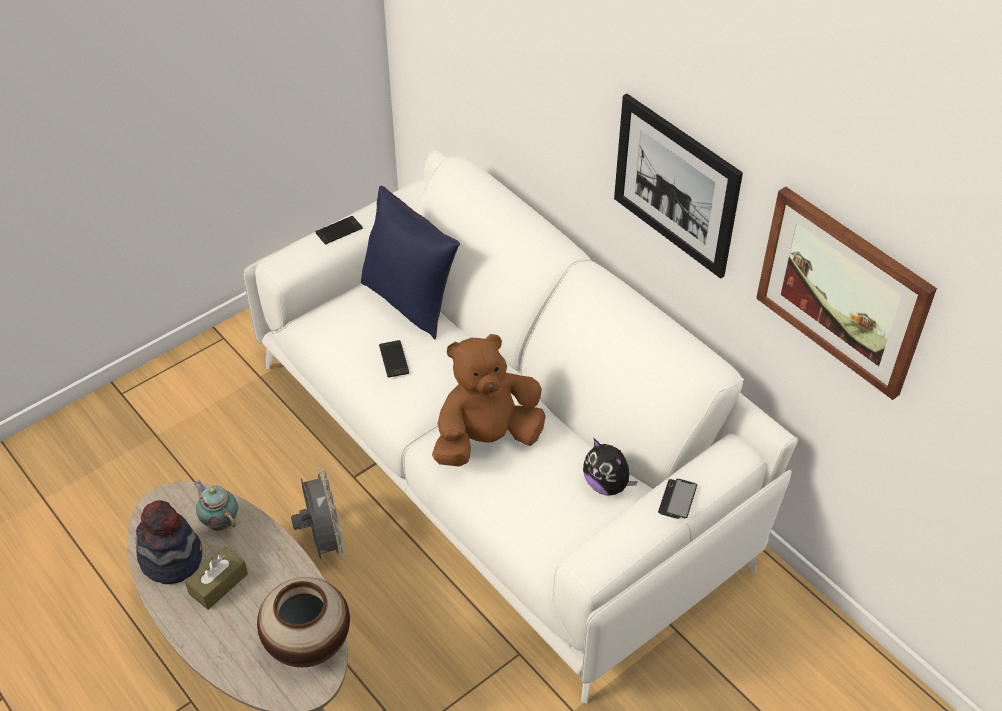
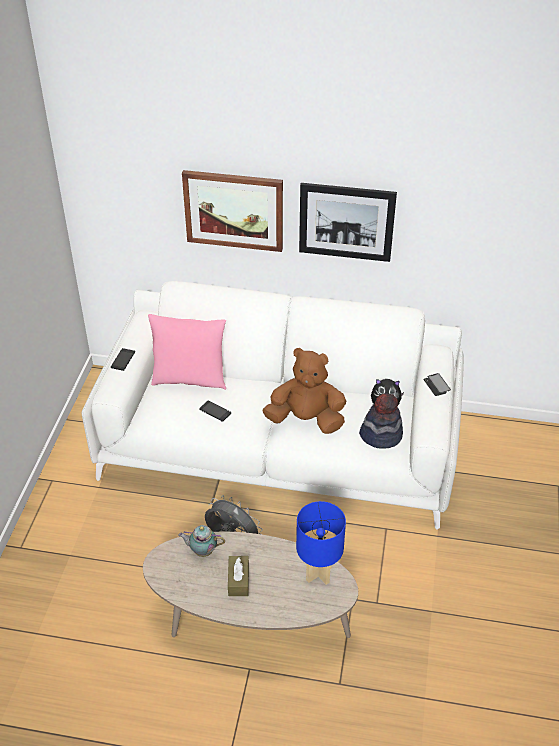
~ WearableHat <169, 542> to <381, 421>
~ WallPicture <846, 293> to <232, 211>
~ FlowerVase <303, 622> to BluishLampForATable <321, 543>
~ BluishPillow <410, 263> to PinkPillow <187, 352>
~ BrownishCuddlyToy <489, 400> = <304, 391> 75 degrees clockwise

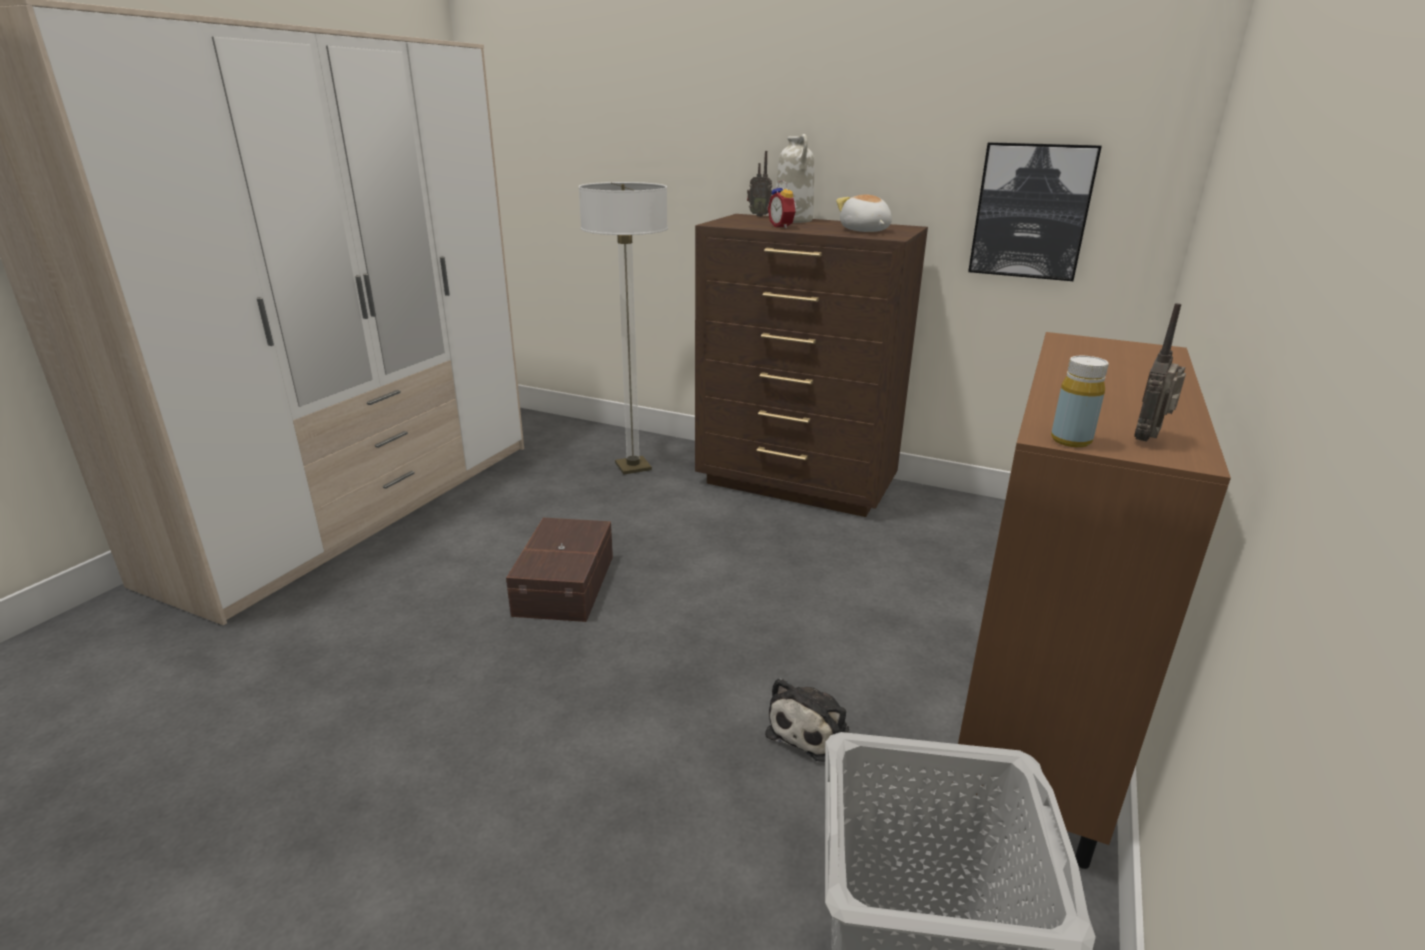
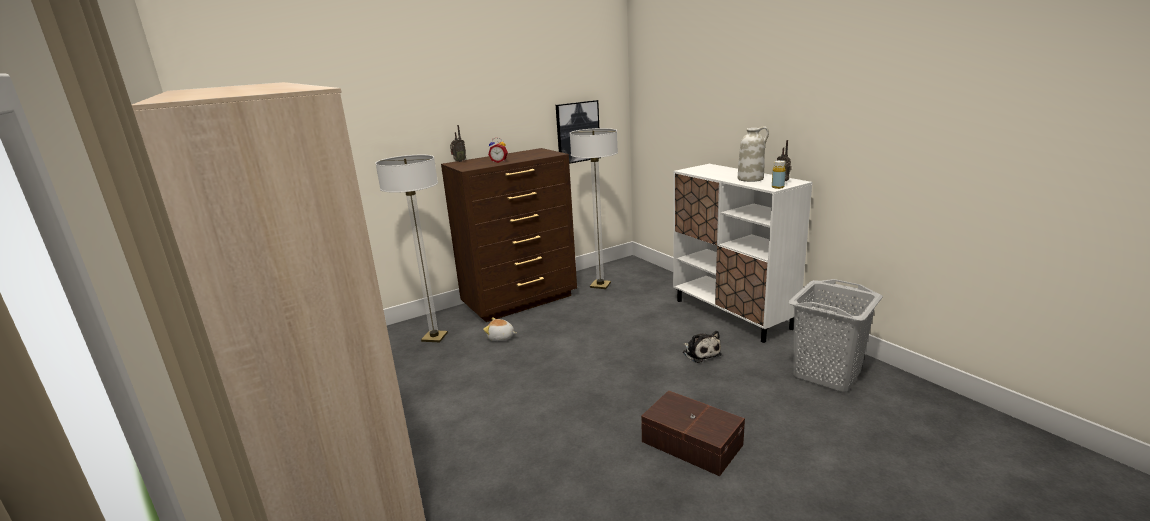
+ FloorLamp <594, 208>
~ BrownishStorageBox <559, 570> to <693, 433>
~ WhitishFlowerVase <795, 178> to <753, 154>
~ CuddlyToy <864, 213> to <500, 329>
~ BrownishCabinet <1092, 600> to WhitishCabinet <743, 253>

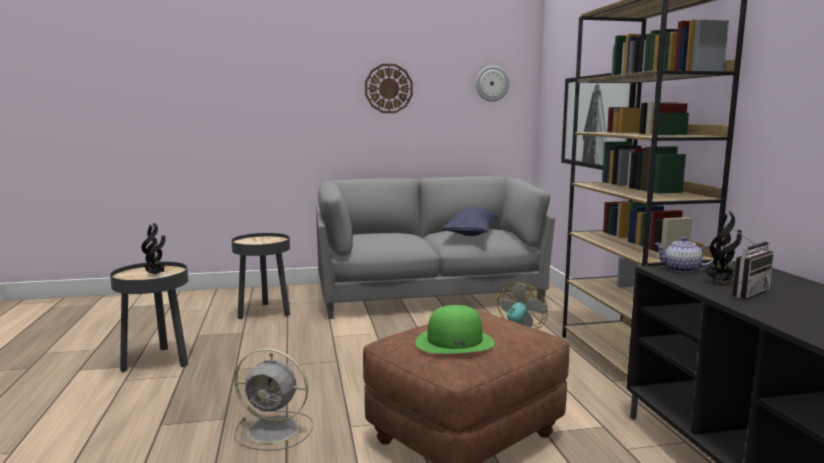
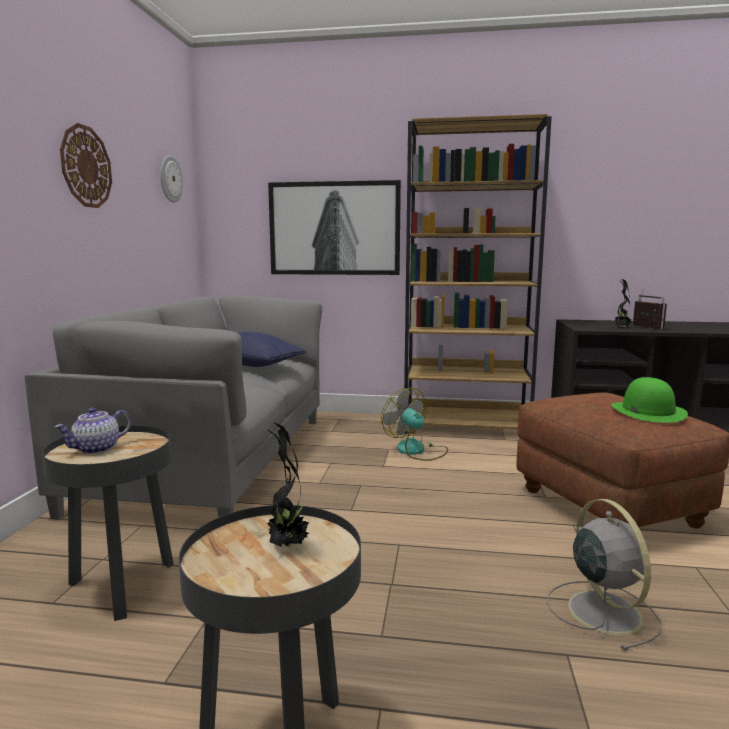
~ PotForTea <684, 255> to <92, 431>
~ GreyishCoolingFan <273, 399> = <604, 575> 45 degrees counterclockwise

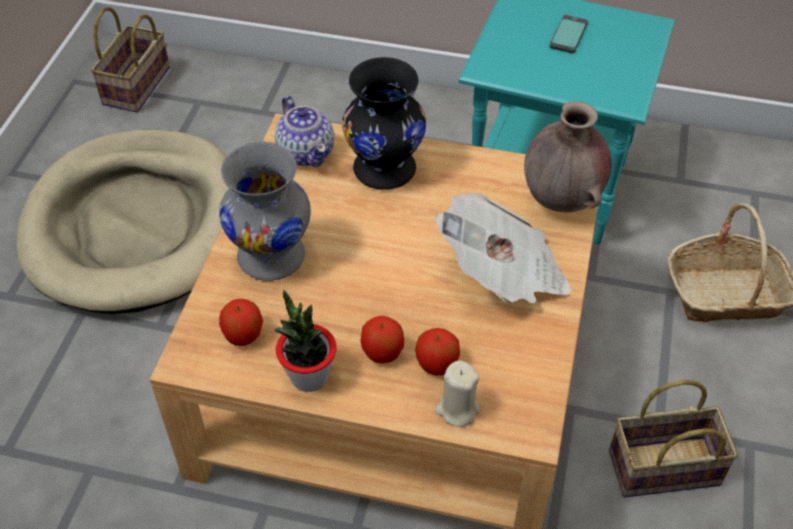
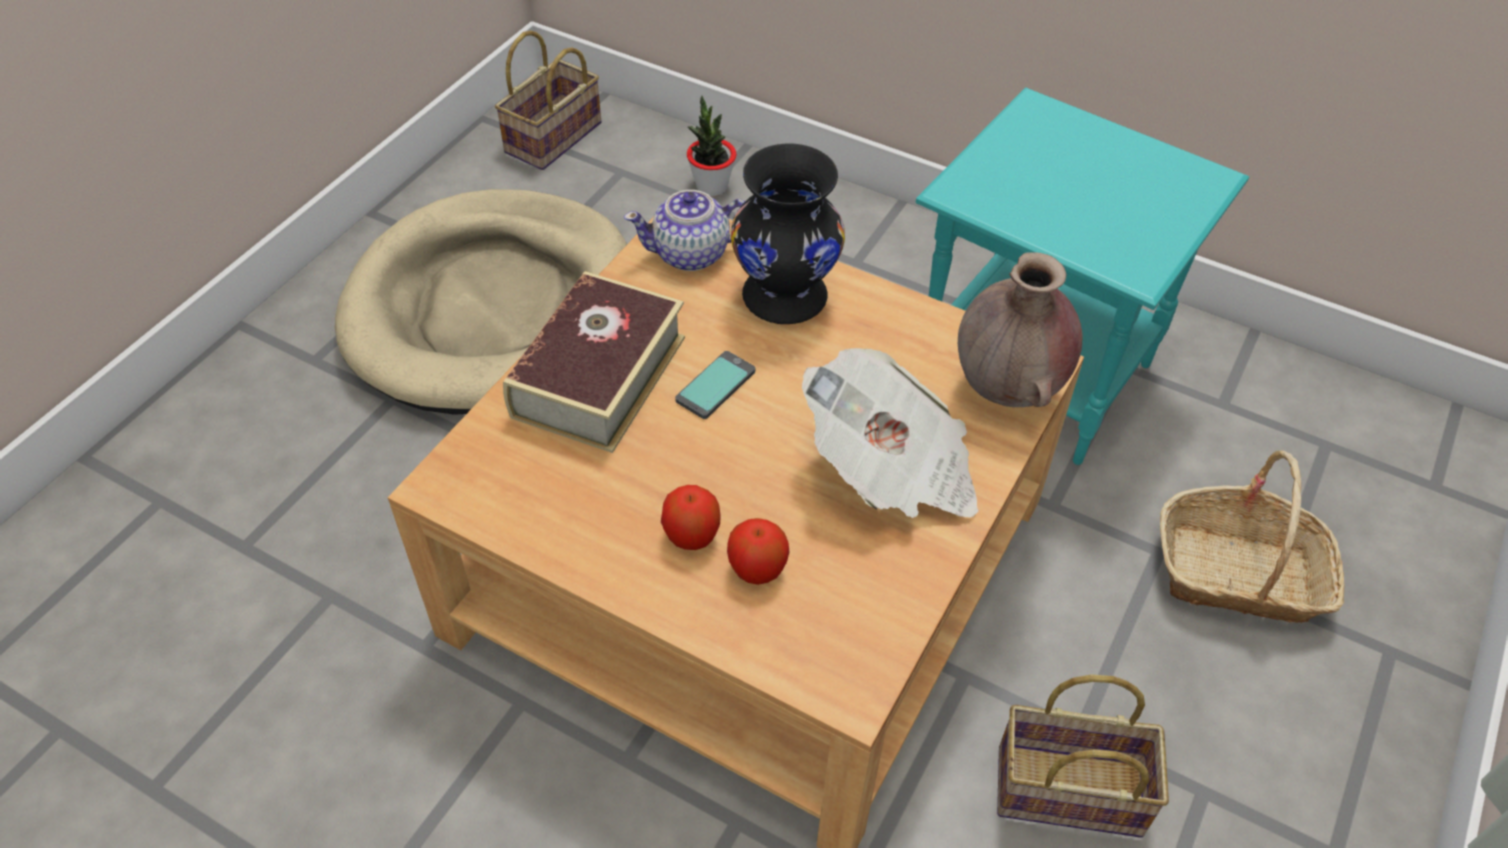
- AppleFruit <241, 322>
- BeigeWaxLight <457, 393>
~ PottedPlant <305, 341> to <711, 146>
~ Phone <569, 34> to <715, 385>
~ GreyishFlowerVase <265, 211> to BoundBook <594, 362>
~ PotForTea <304, 131> = <684, 230> 90 degrees clockwise

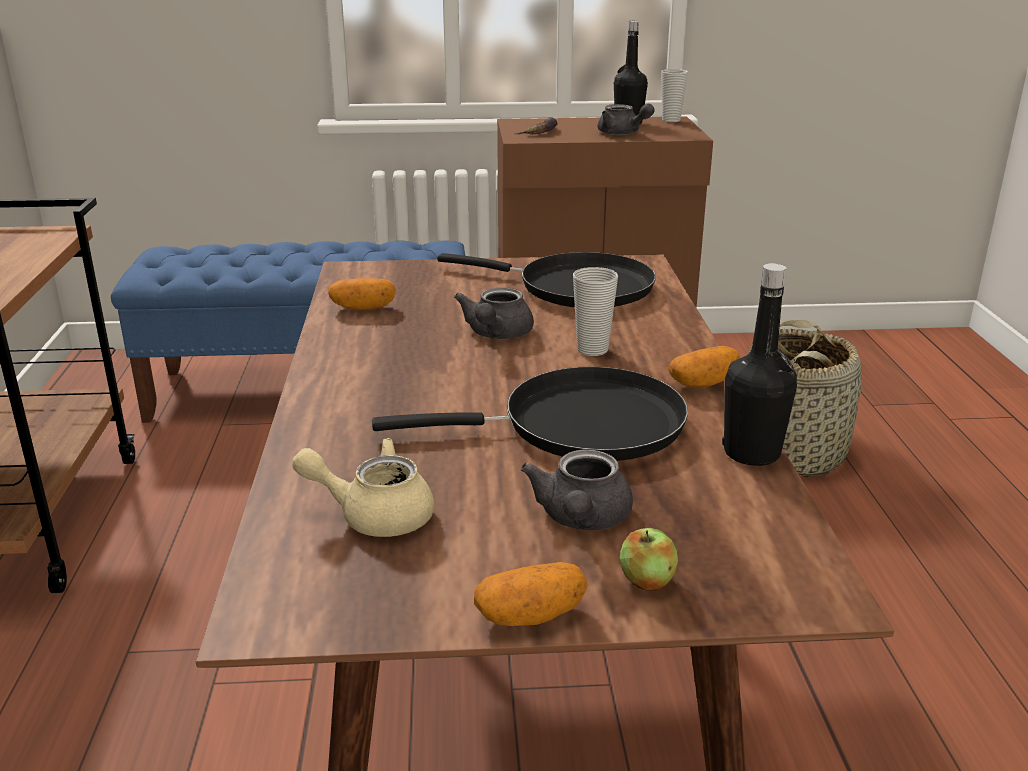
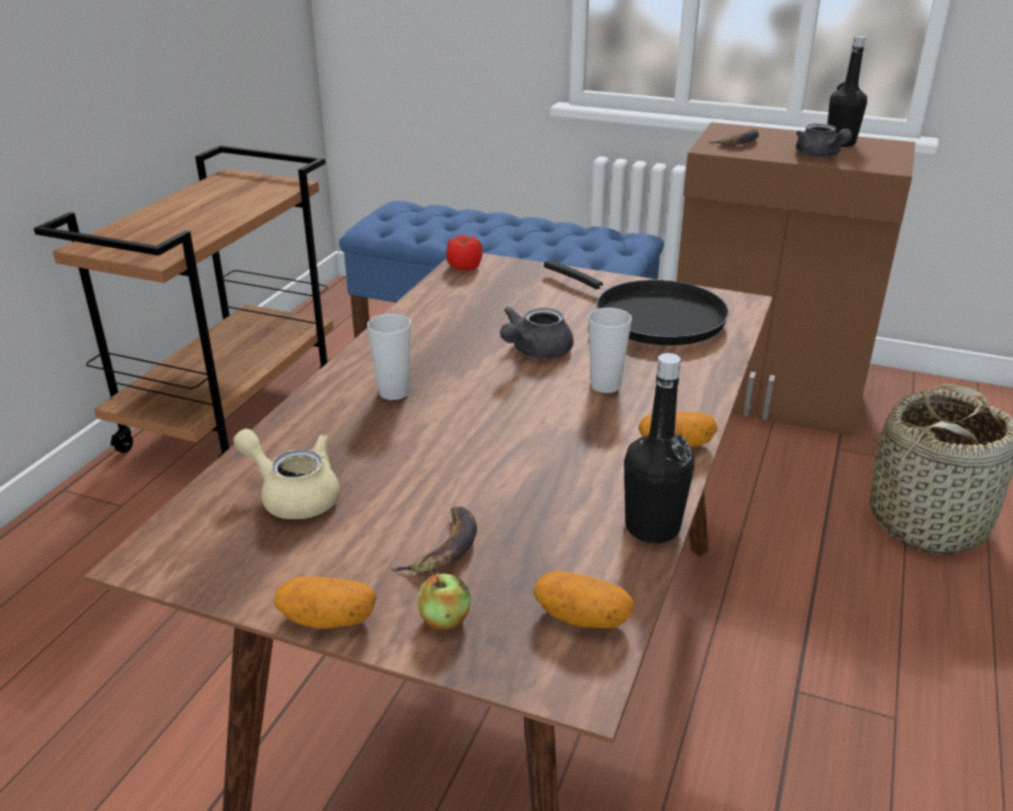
- BlackPan <530, 414>
+ FreshTomato <464, 252>
~ Spud <362, 294> to <584, 599>
~ DrinkingCup <674, 95> to <389, 356>
~ GreyishPotForTea <577, 490> to WholeBanana <434, 540>

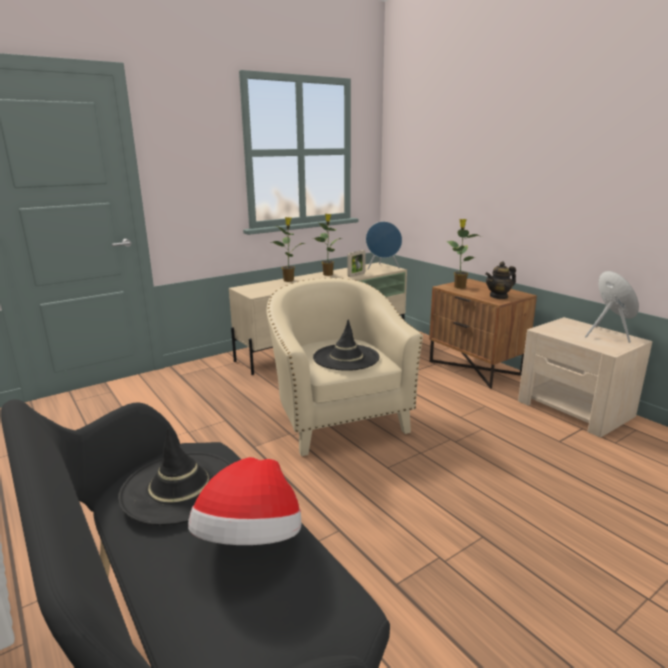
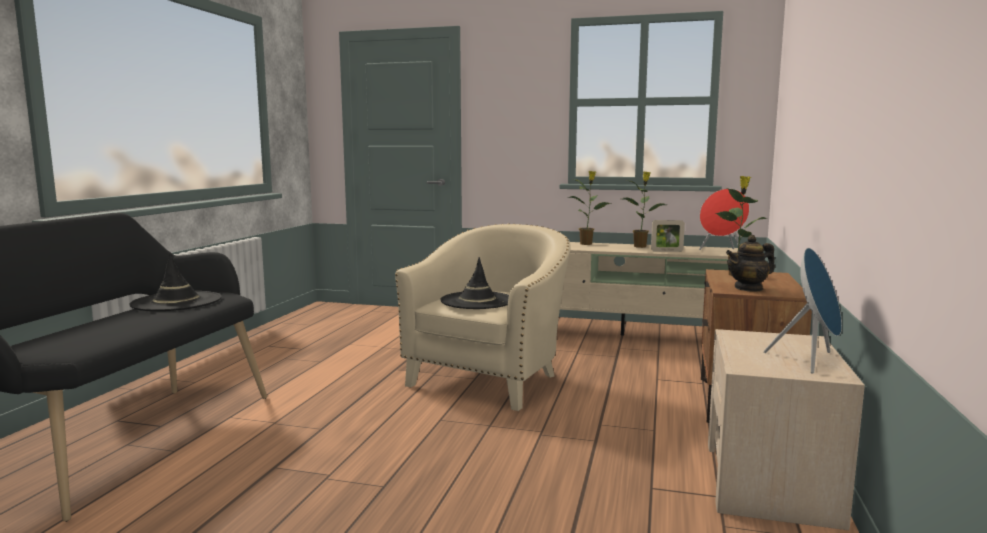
- WearableHat <244, 501>
~ BluishAudioSpeaker <384, 245> to RedAudioSpeaker <724, 219>
~ PotForTea <500, 280> = <750, 263> 45 degrees counterclockwise

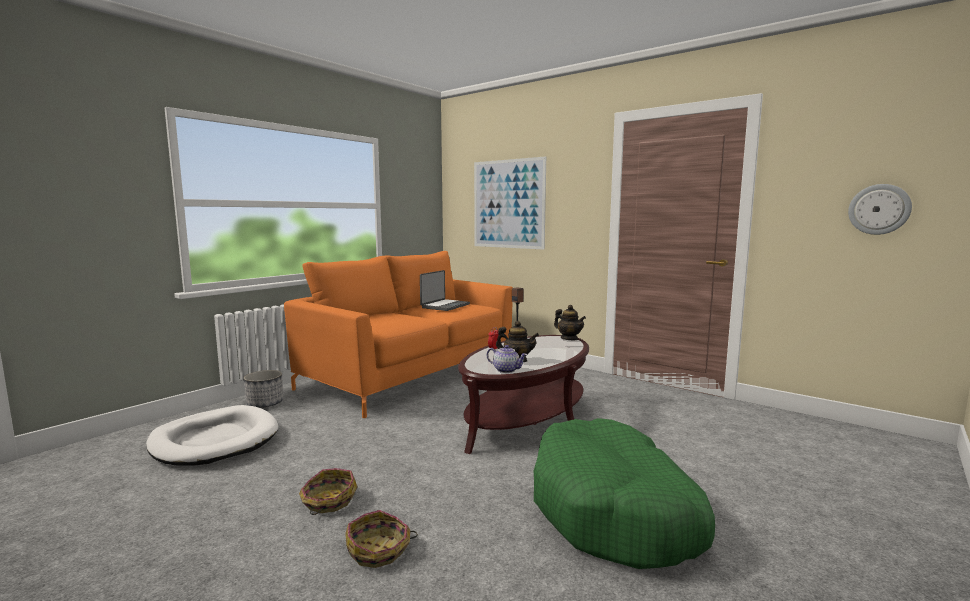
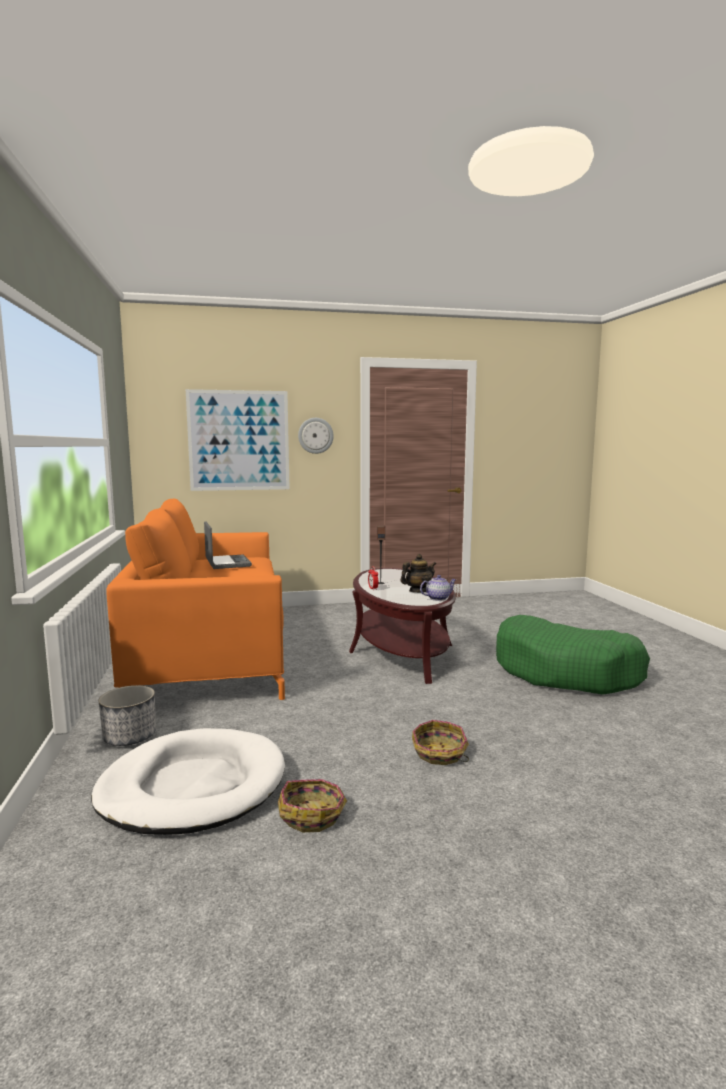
- PotForTea <570, 322>
~ HouseholdBasket <381, 539> to <312, 805>
~ HangingClock <880, 209> to <316, 436>

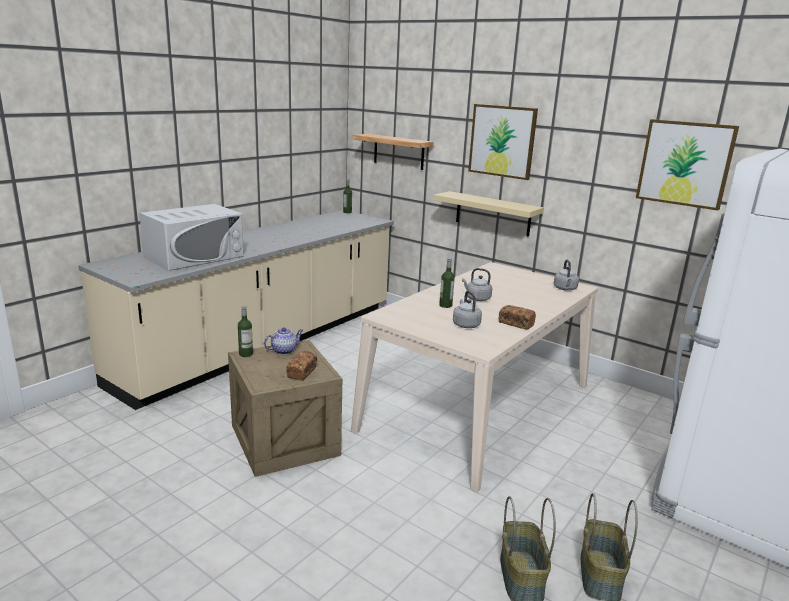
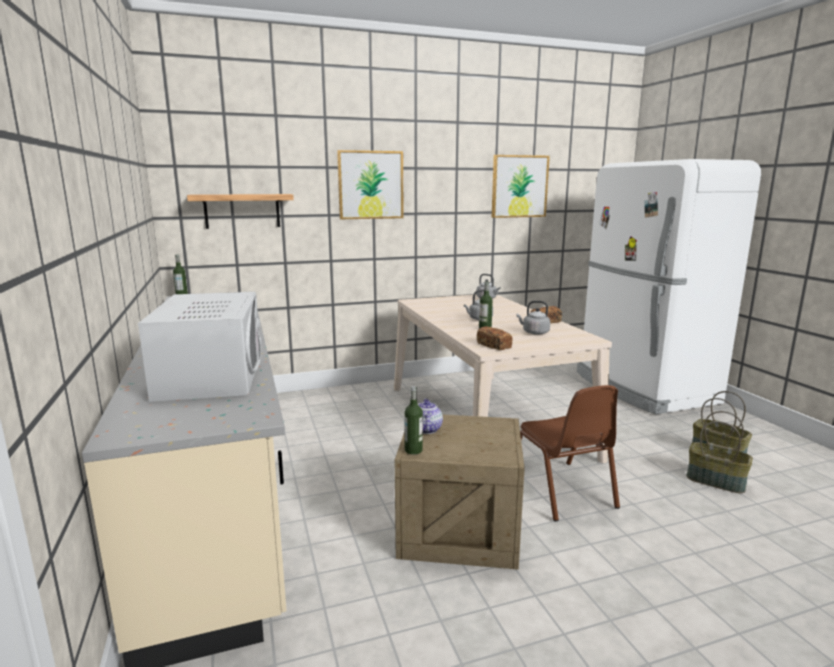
- BeigeShelf <488, 214>
+ BrownishUprightChair <570, 453>
~ BakedBread <301, 366> to <495, 338>

